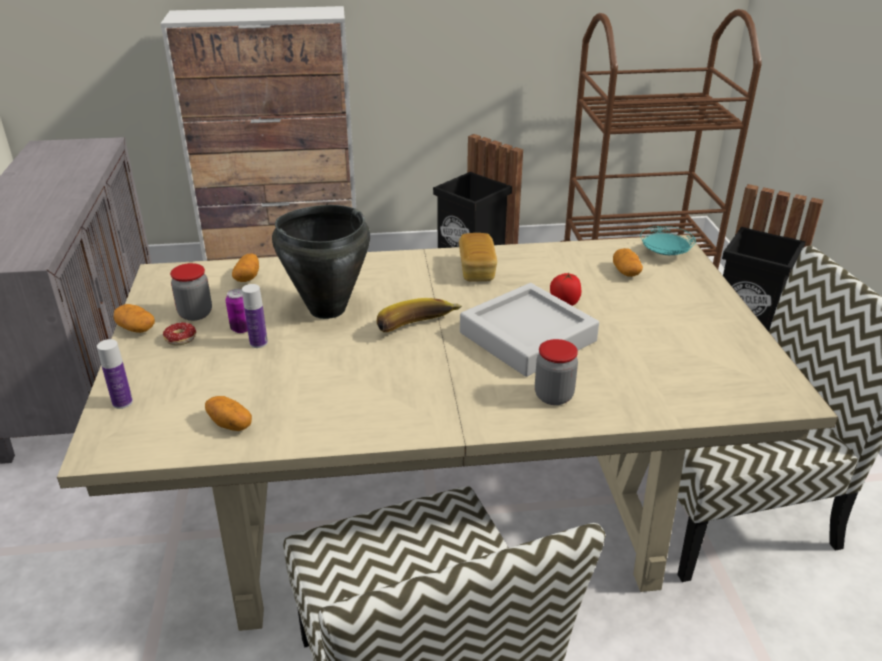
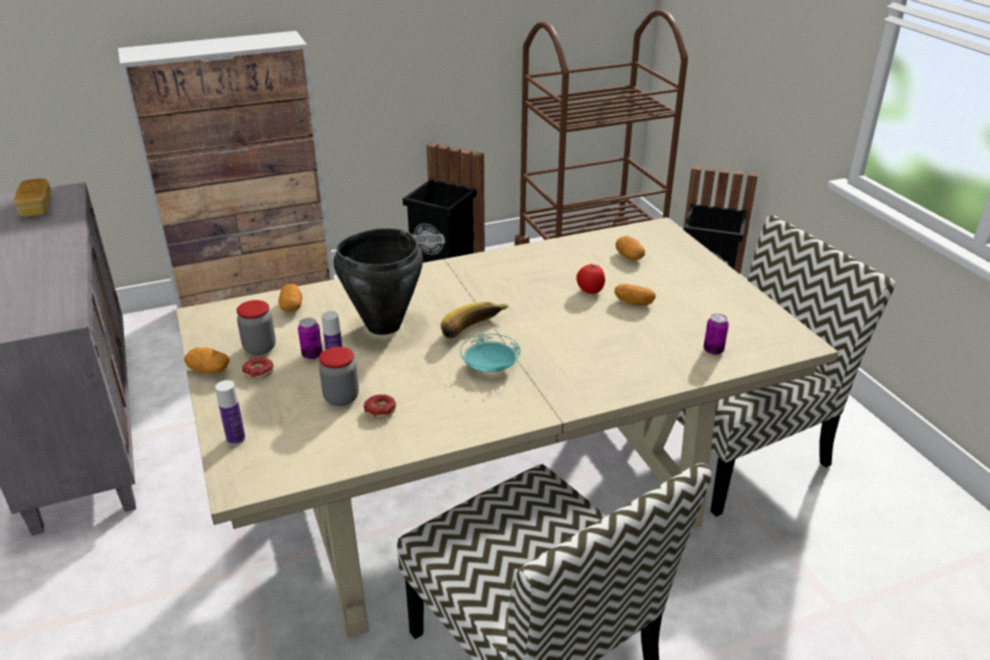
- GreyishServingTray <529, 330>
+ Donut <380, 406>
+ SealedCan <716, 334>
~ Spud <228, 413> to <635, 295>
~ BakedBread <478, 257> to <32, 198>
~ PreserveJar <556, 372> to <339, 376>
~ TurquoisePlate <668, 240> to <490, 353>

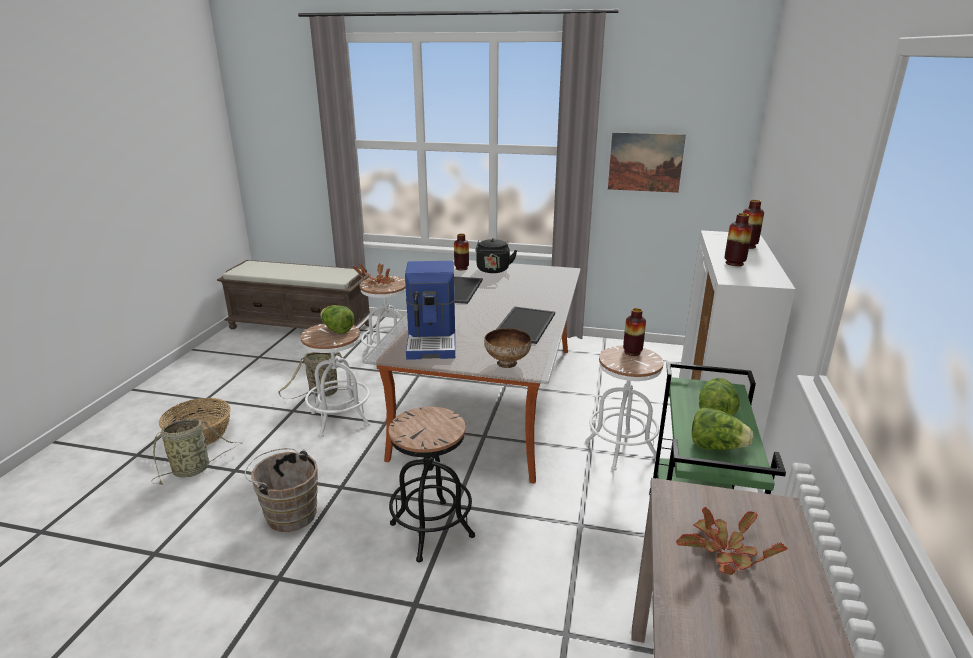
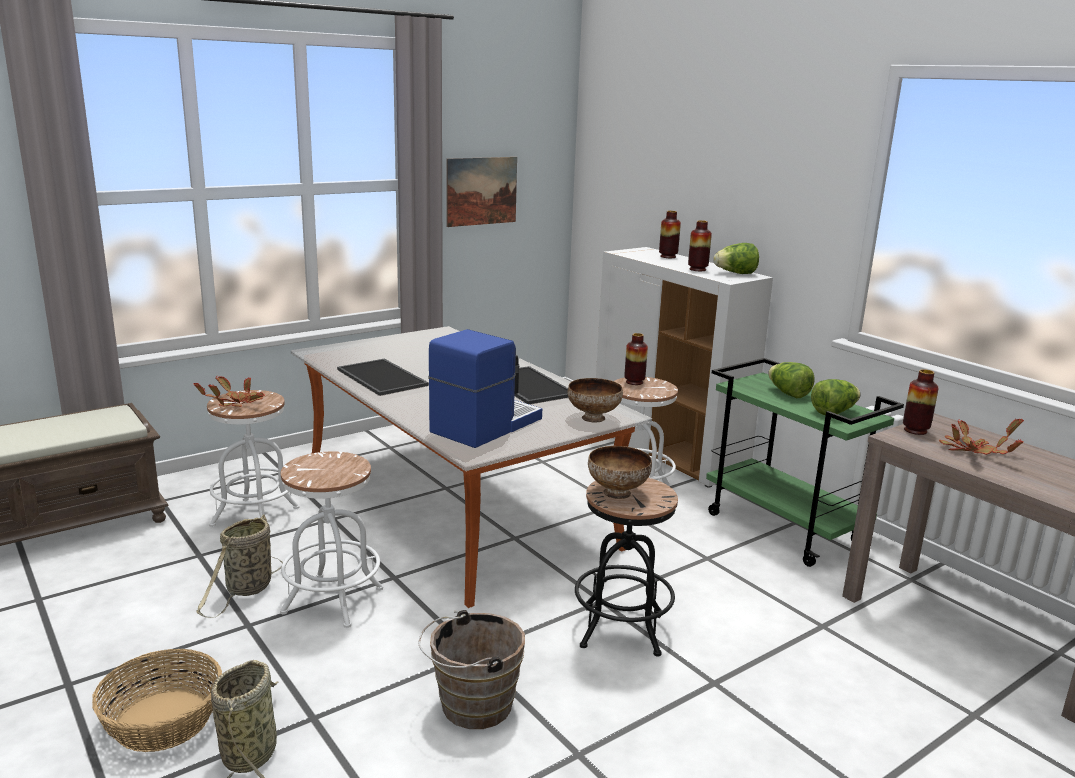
- BlackTeaKettle <496, 255>
+ ServingBowl <620, 472>
~ HeadOfLettuce <337, 319> to <736, 258>
~ FlowerVase <461, 252> to <921, 402>
~ CoffeeMachine <430, 310> = <485, 388> 90 degrees counterclockwise

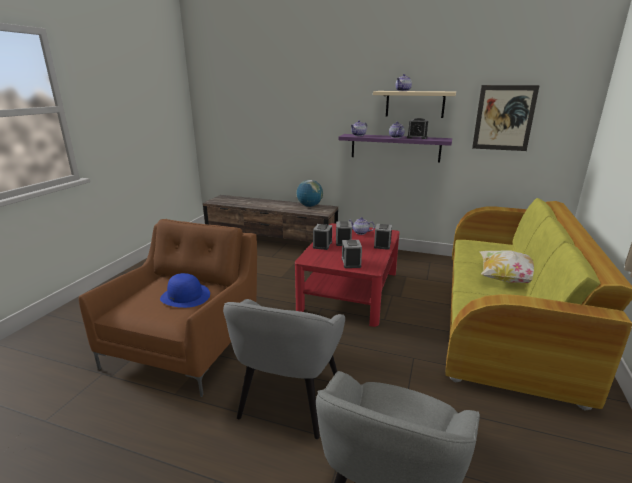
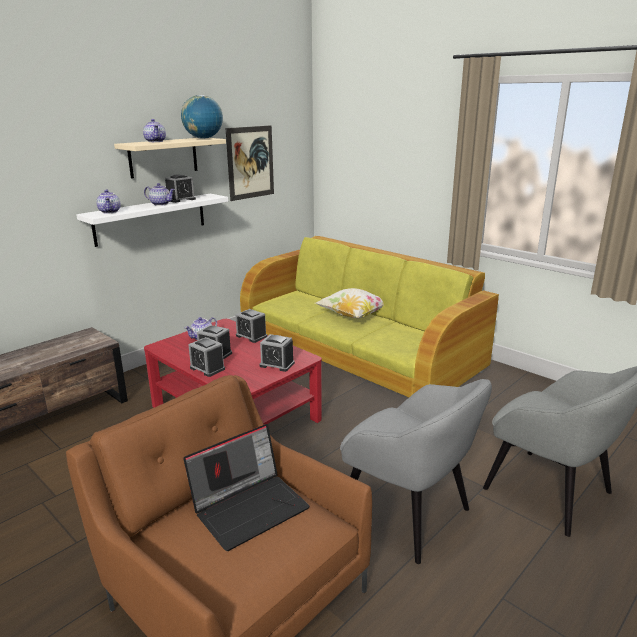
~ WorldGlobe <309, 193> to <202, 117>
~ BluishWearableHat <185, 290> to PortableComputer <246, 487>
~ PurpleShelf <395, 148> to WhitishShelf <152, 220>

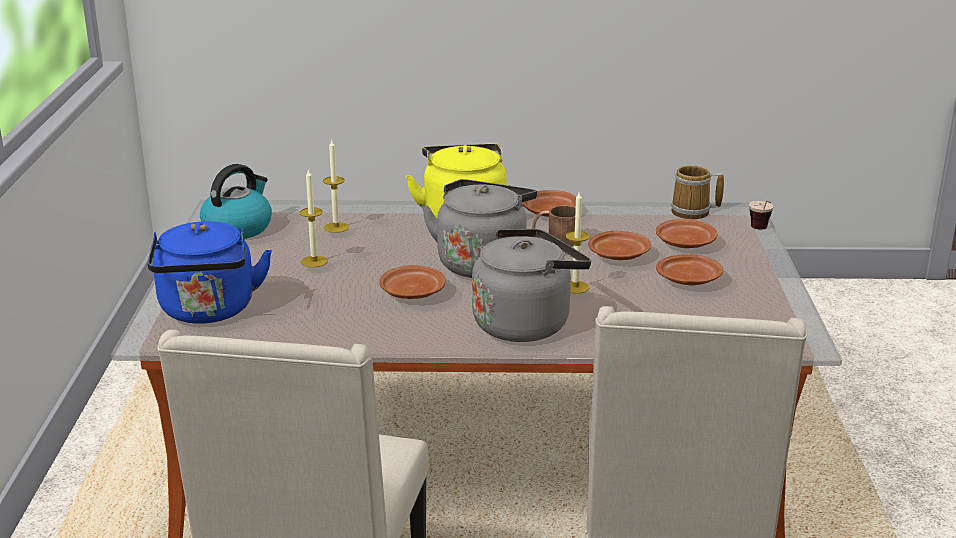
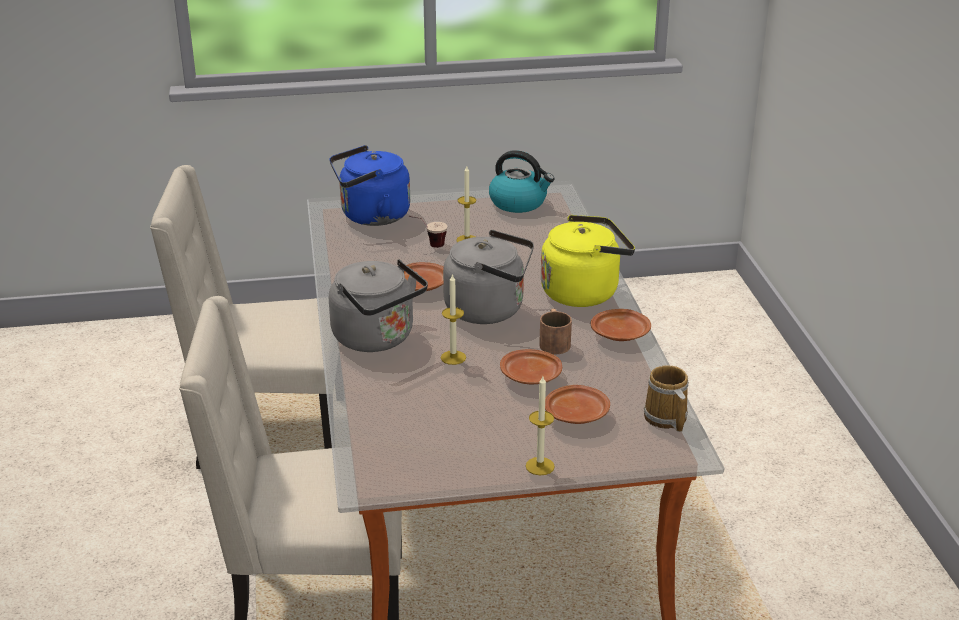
- BrownishPlate <689, 269>
~ WaxLight <336, 186> to <540, 425>
~ DrinkingCup <761, 215> to <428, 232>

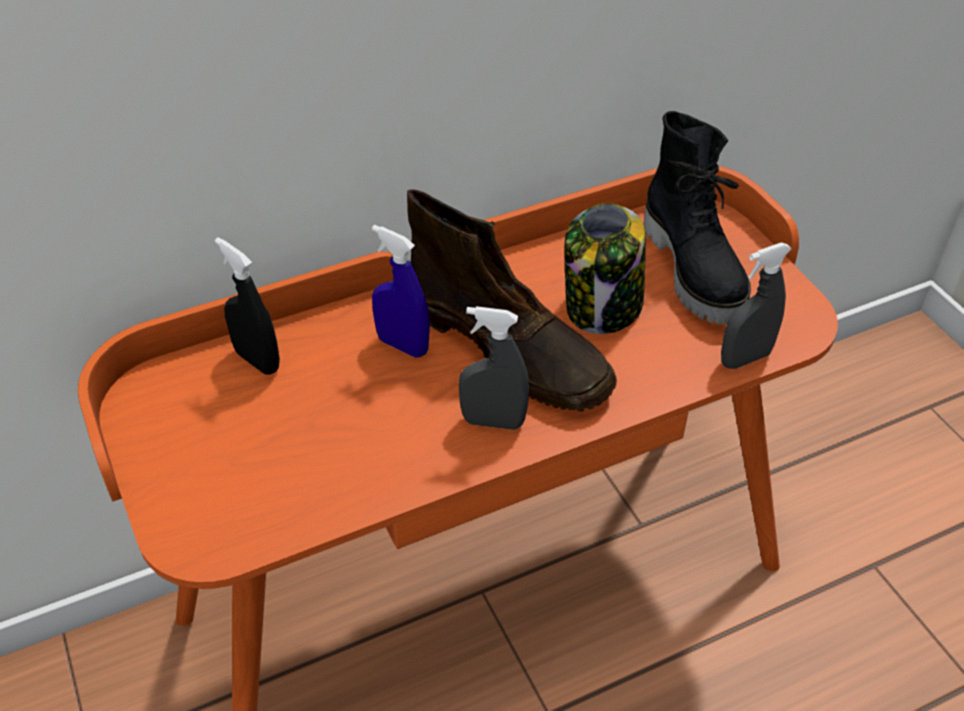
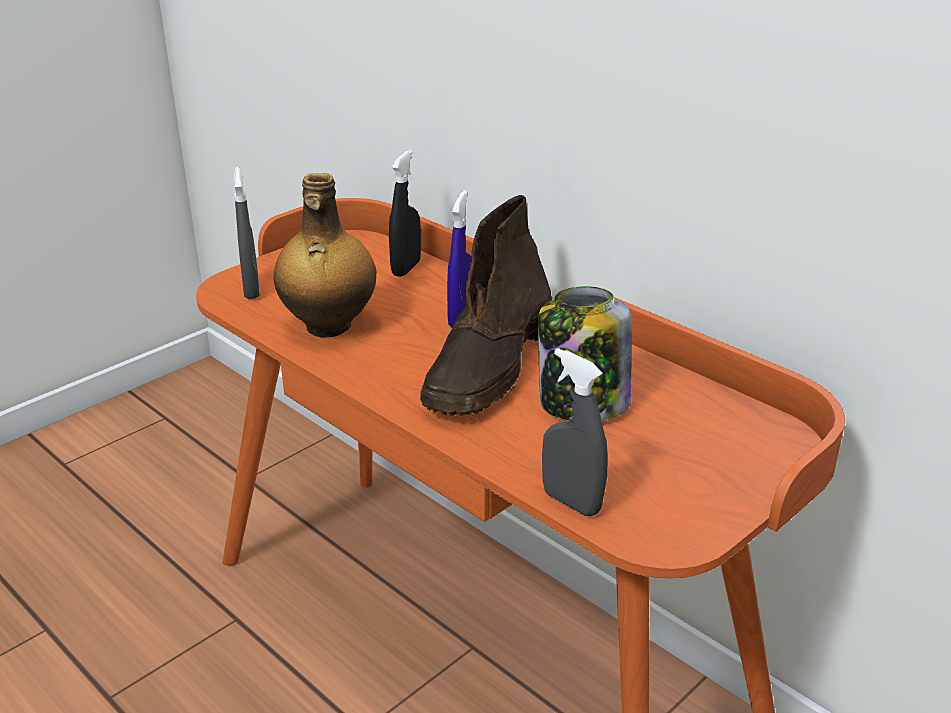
- BlackTallBoot <697, 218>
+ BeverageBottle <324, 255>
~ GreyishSprayBottle <494, 368> to <247, 233>

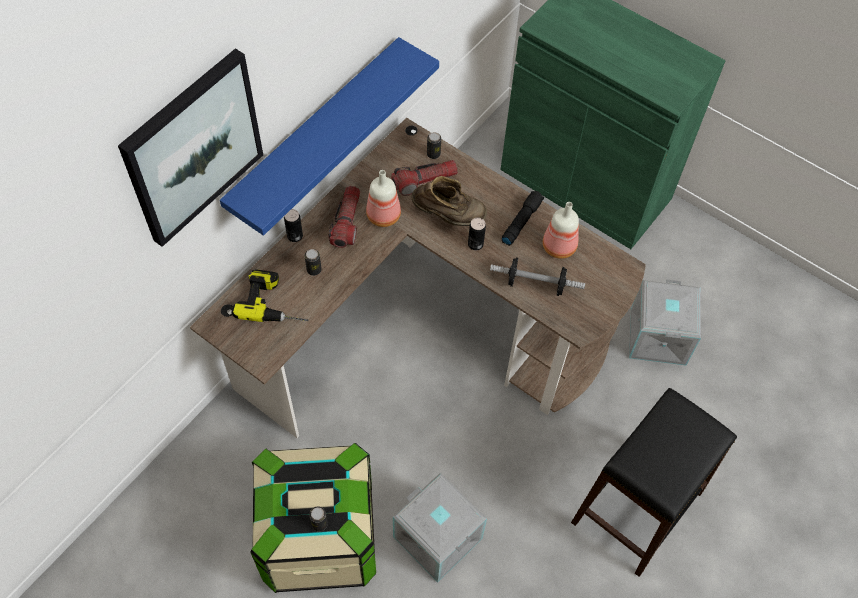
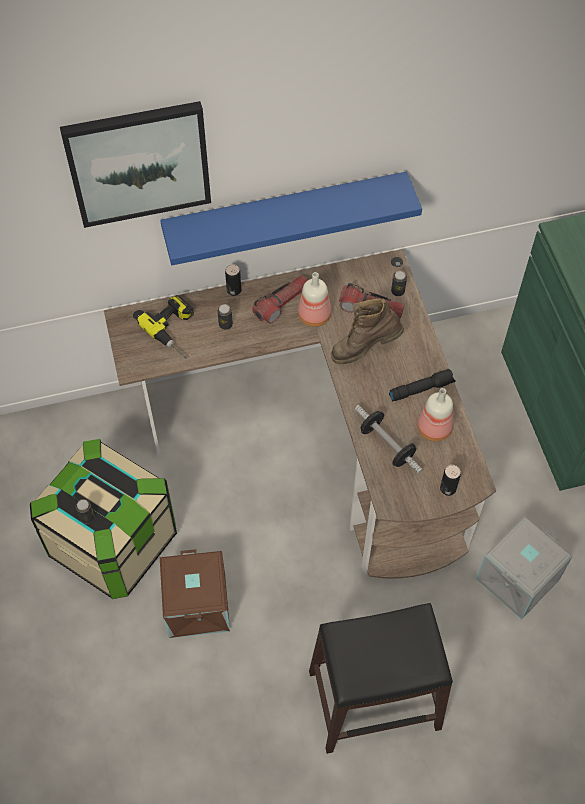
~ SealedCan <477, 233> to <450, 480>
~ GreyishStorageBox <440, 528> to BrownishStorageBox <195, 593>
~ BrownishTallBoot <449, 201> = <367, 331> 120 degrees clockwise

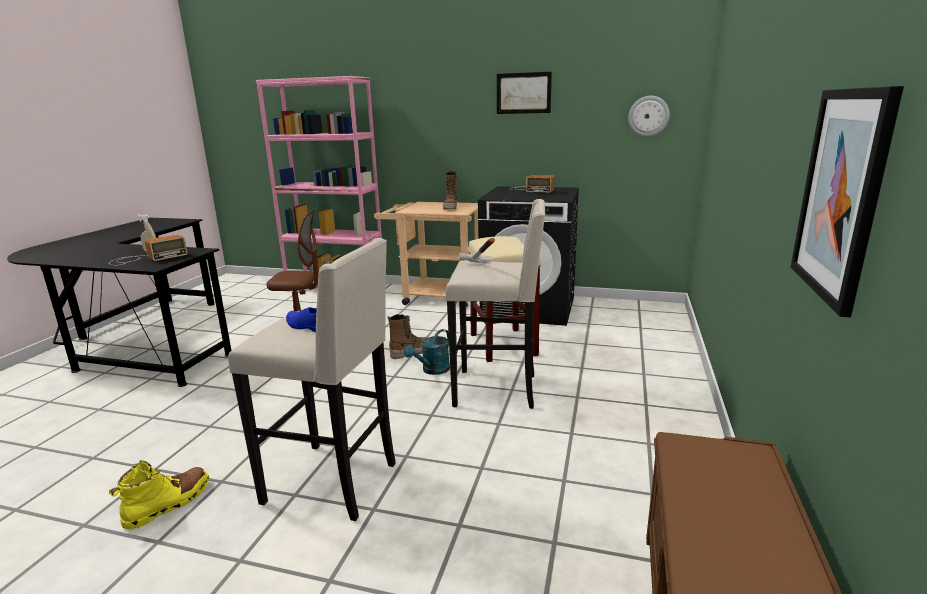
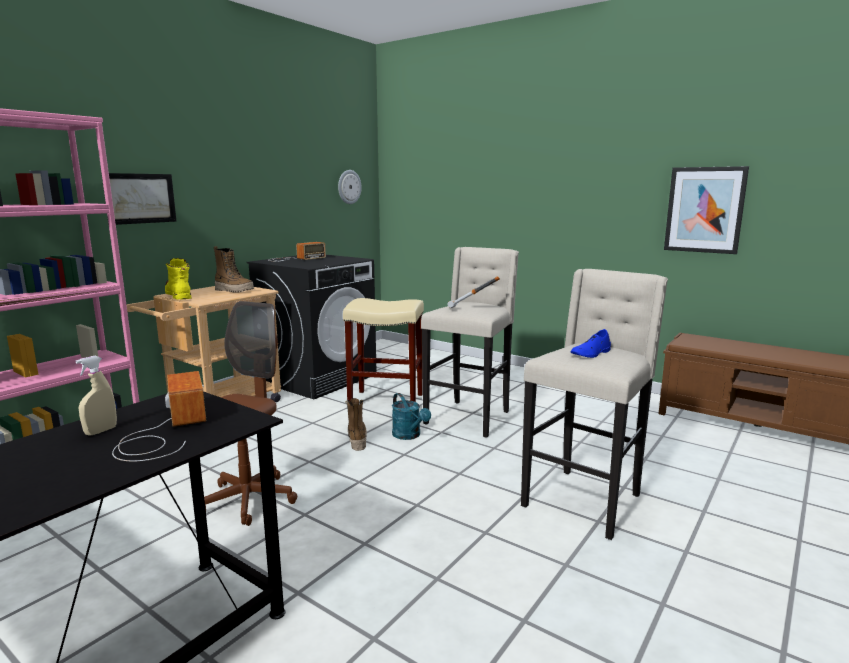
~ YellowColouredTallBoot <159, 495> to <178, 279>
~ WallPicture <524, 93> to <138, 199>

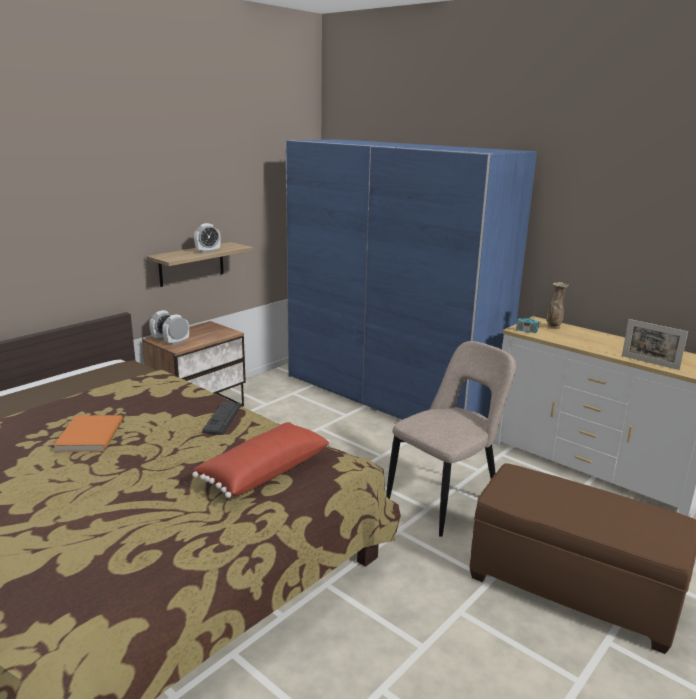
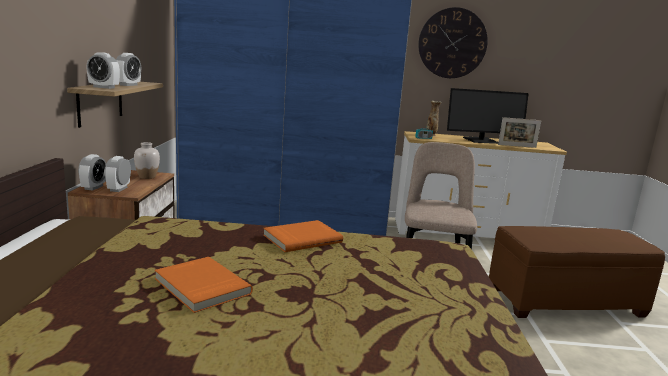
- RedPillow <261, 460>
+ BedsideClock <103, 70>
+ WhitishFlowerVase <147, 160>
+ HangingClock <453, 42>
+ Monitor <488, 116>
~ PcKeyboard <221, 418> to OrangeyBoundBook <303, 236>

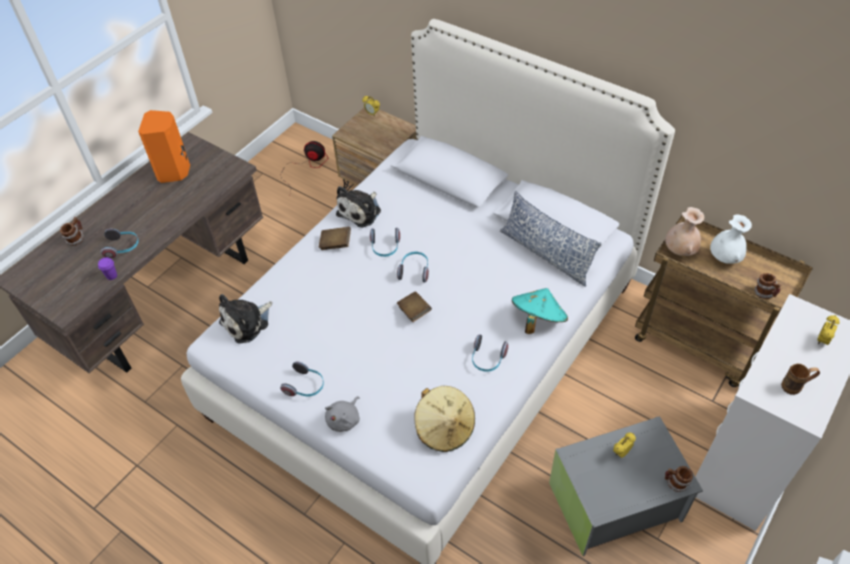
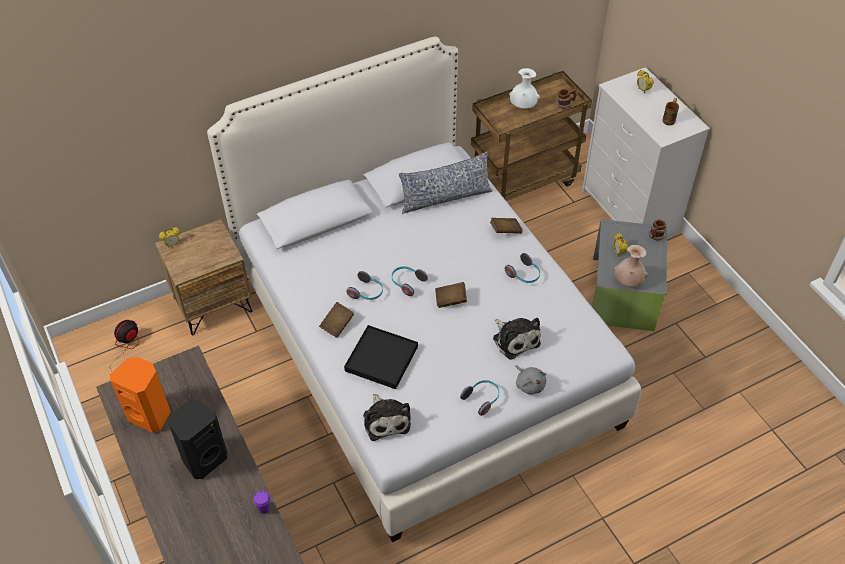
- CoffeeMug <72, 231>
- Headphones <120, 243>
- BeigeWearableHat <444, 419>
+ BlackAudioSpeaker <197, 439>
+ BlackServingTray <381, 357>
~ CuddlyToy <358, 207> to <517, 339>
~ BeigeFlowerVase <684, 231> to <631, 266>
~ TurquoiseWearableHat <540, 311> to BrownishBoundBook <506, 226>

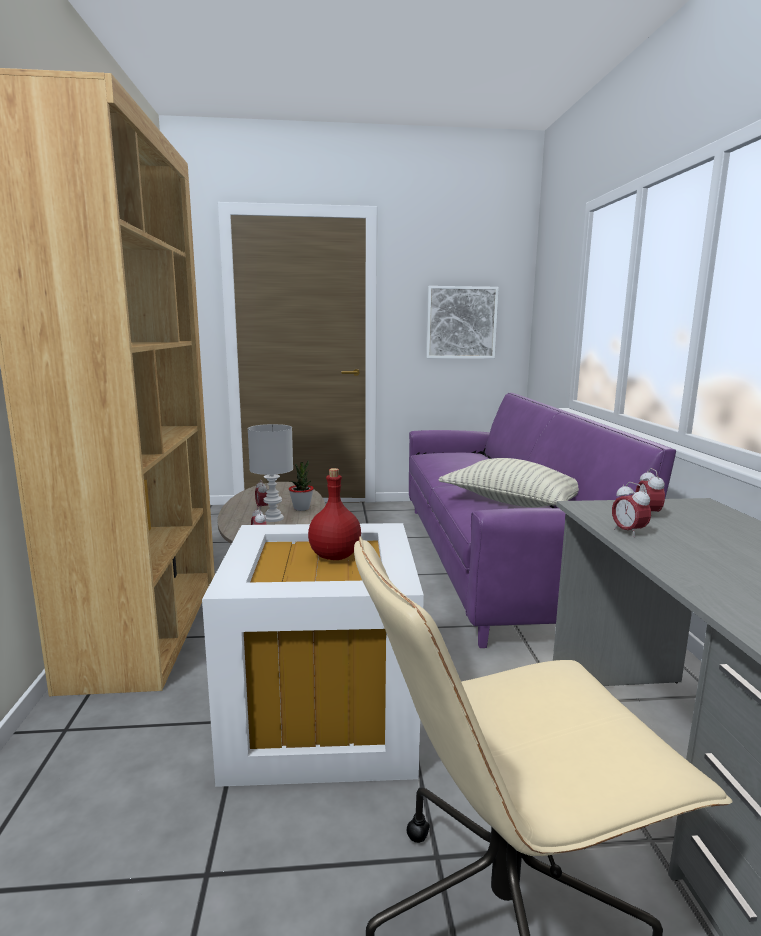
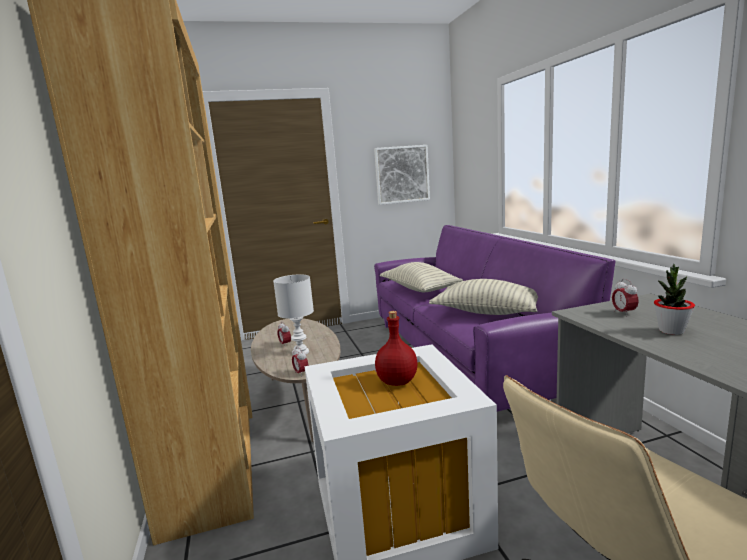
- BedsideClock <631, 510>
+ Pillow <421, 277>
~ PottedPlant <301, 485> to <674, 299>

